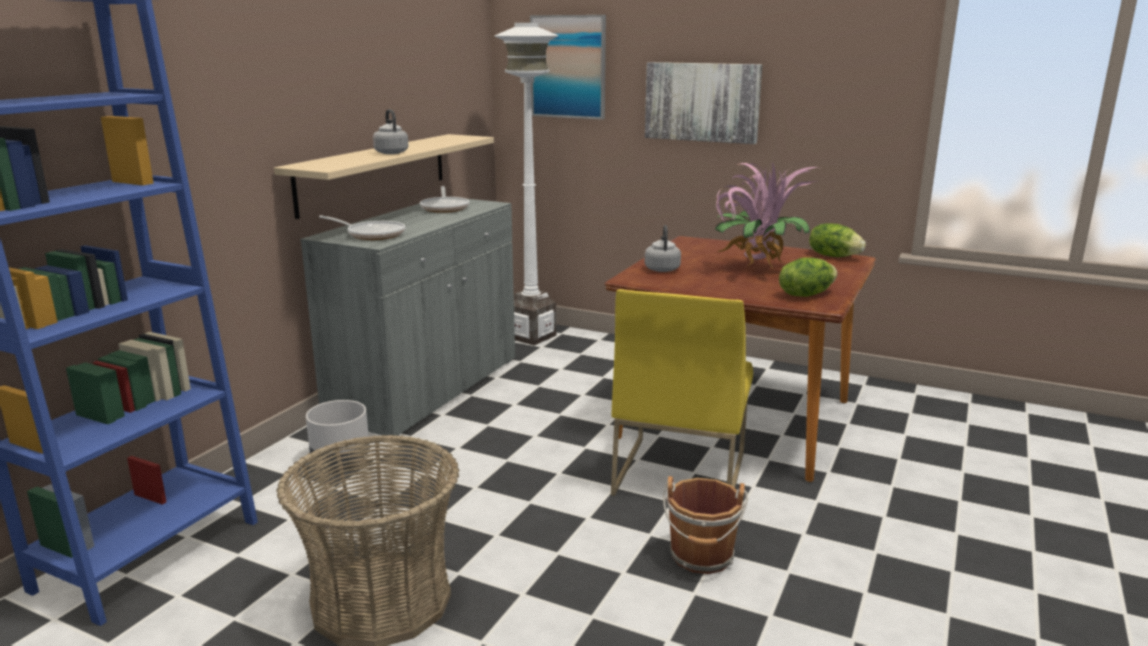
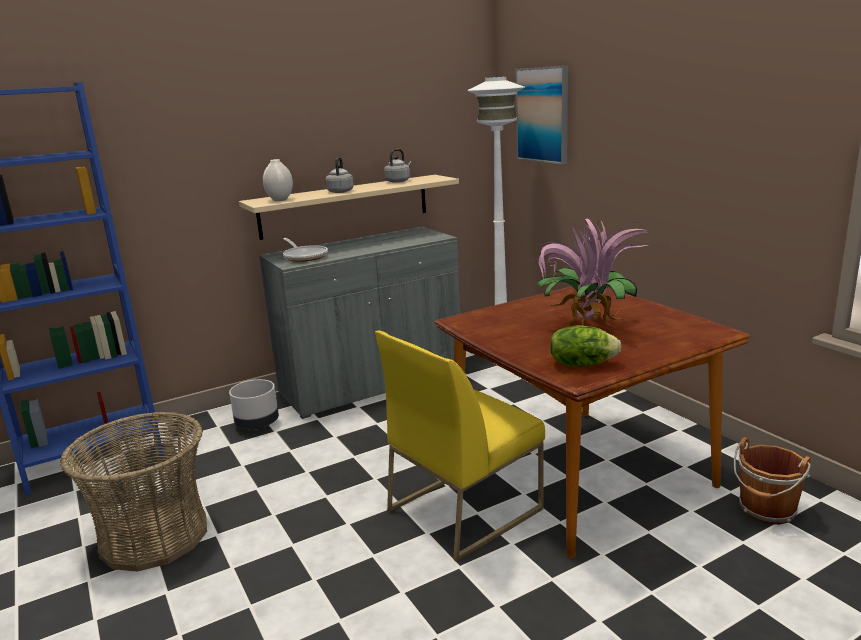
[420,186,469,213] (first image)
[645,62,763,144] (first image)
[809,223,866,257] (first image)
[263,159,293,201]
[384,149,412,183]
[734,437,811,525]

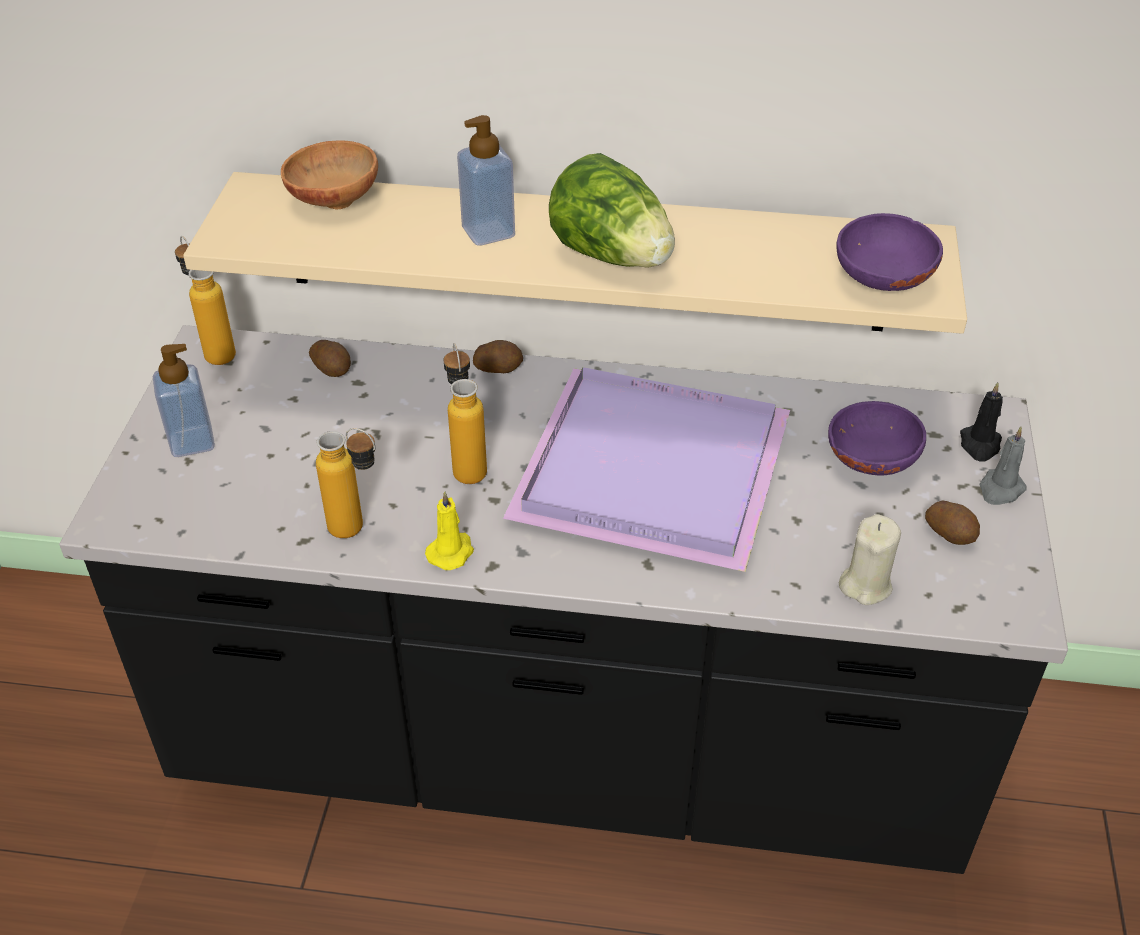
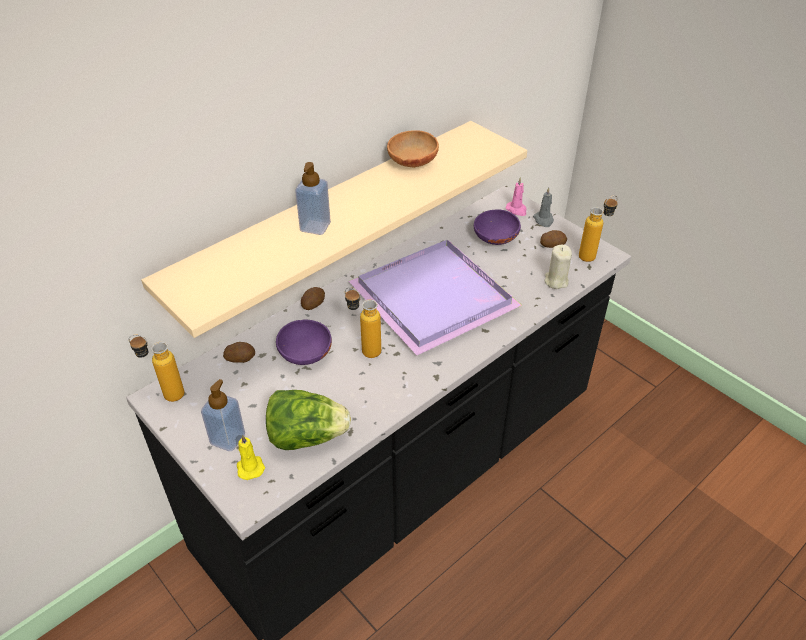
[387,130,439,168]
[579,195,618,262]
[237,435,265,480]
[266,390,351,450]
[276,320,332,365]
[505,177,527,216]

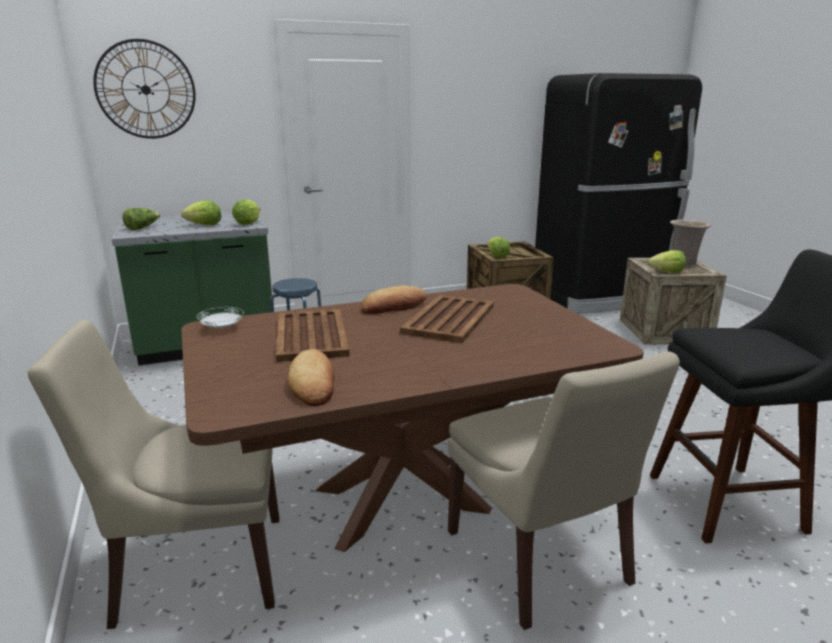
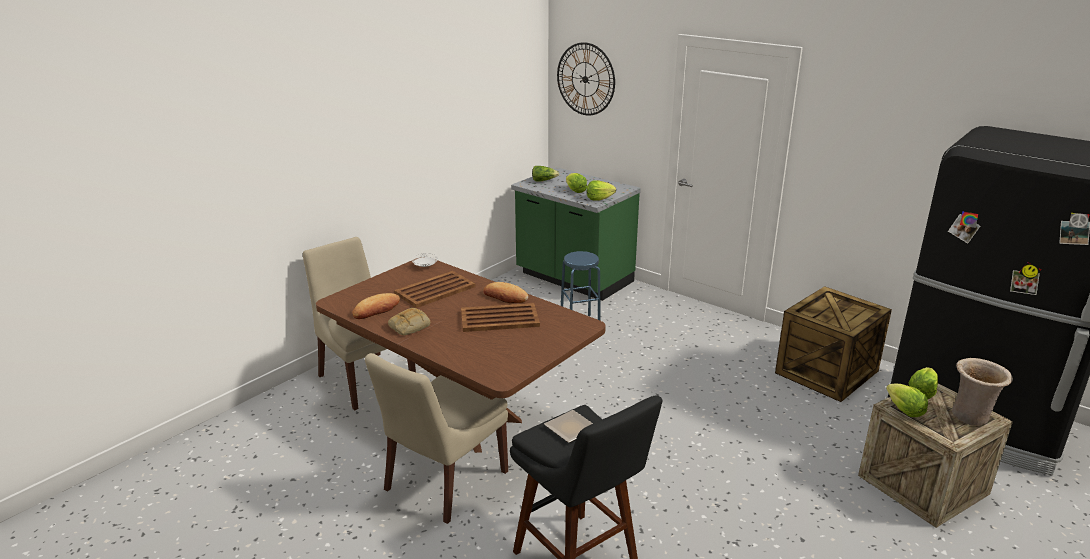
[388,308,430,335]
[544,410,593,443]
[908,367,938,399]

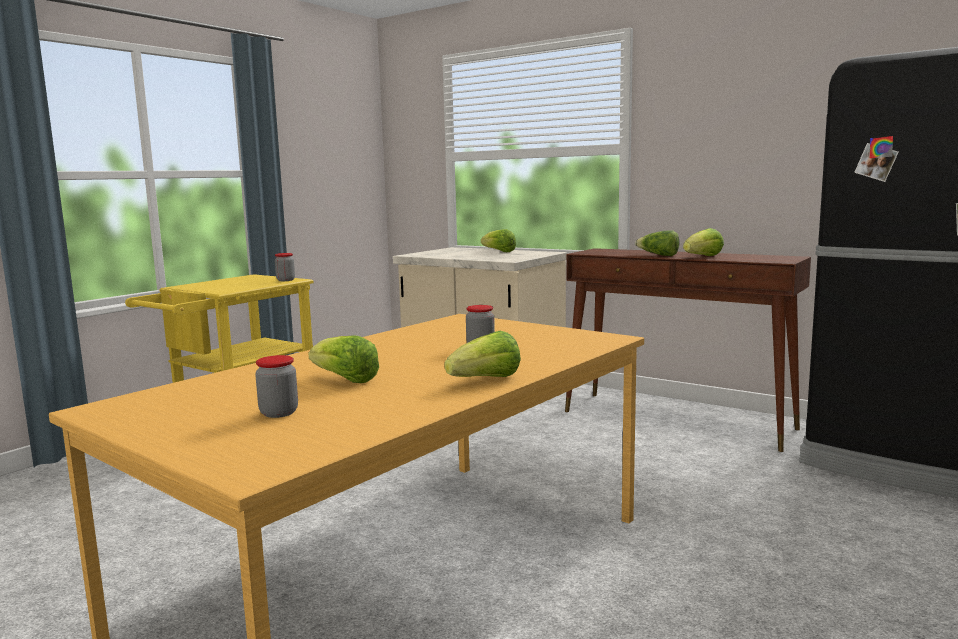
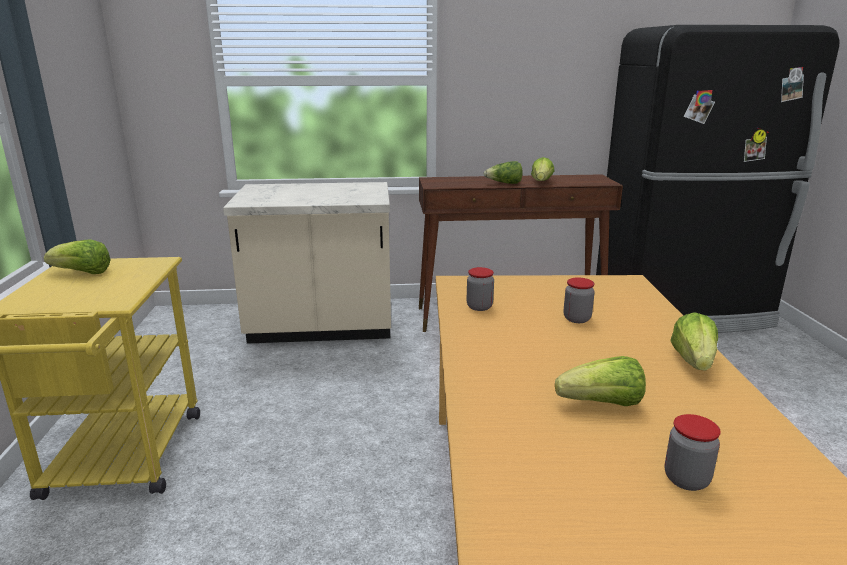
[467,267,494,311]
[44,239,111,274]

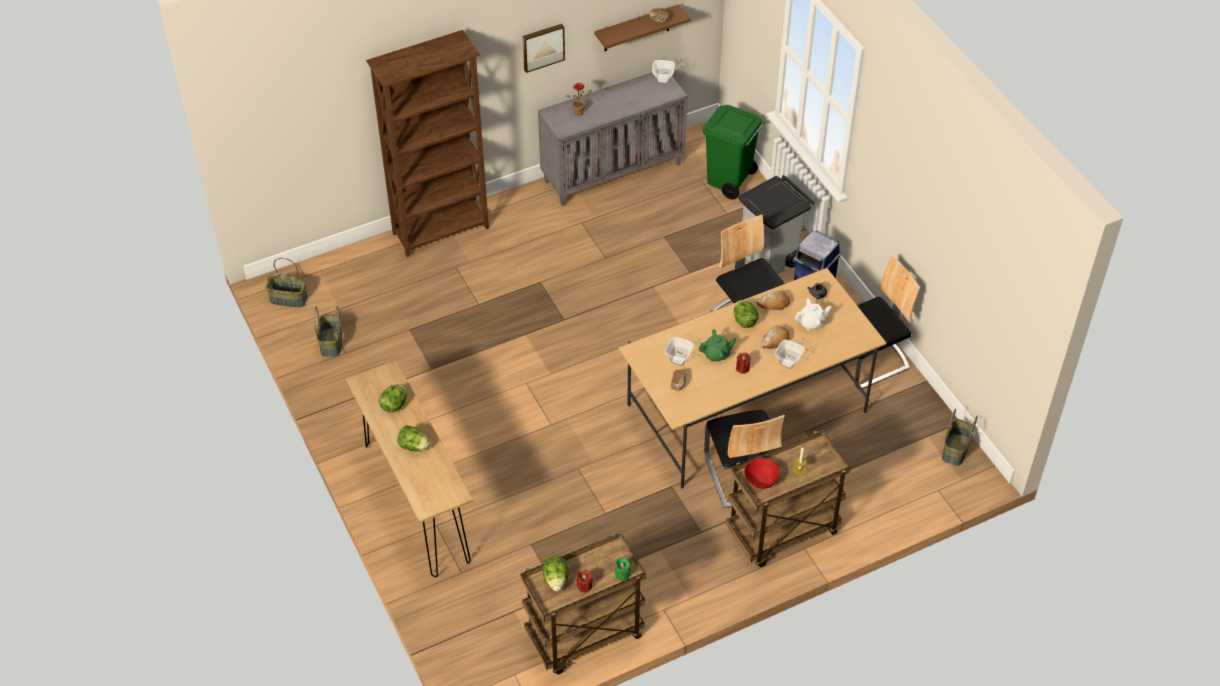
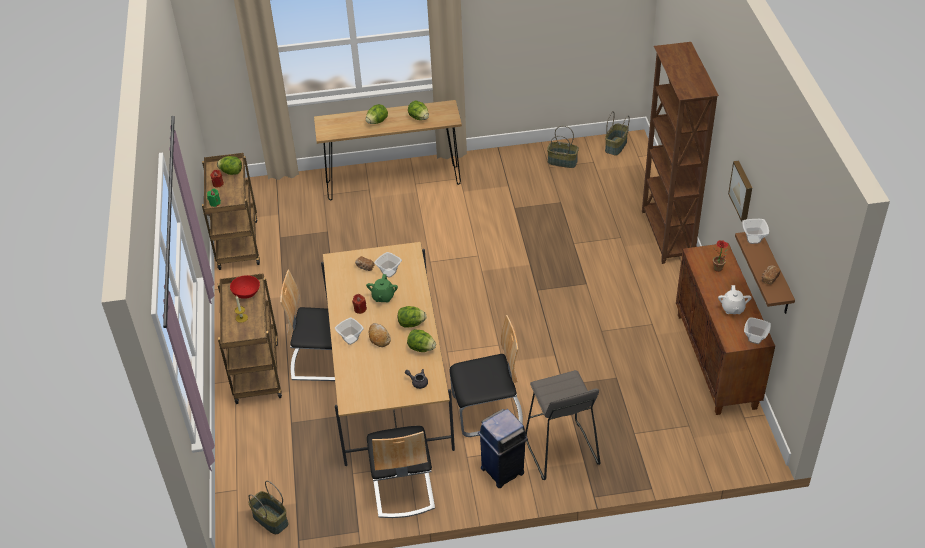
[702,105,765,200] (first image)
[742,219,769,244]
[718,285,752,314]
[525,370,600,480]
[407,329,436,352]
[676,243,775,415]

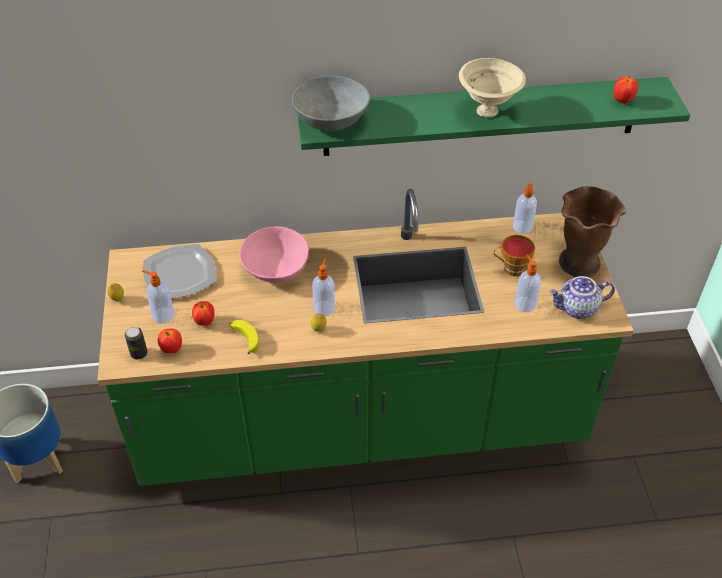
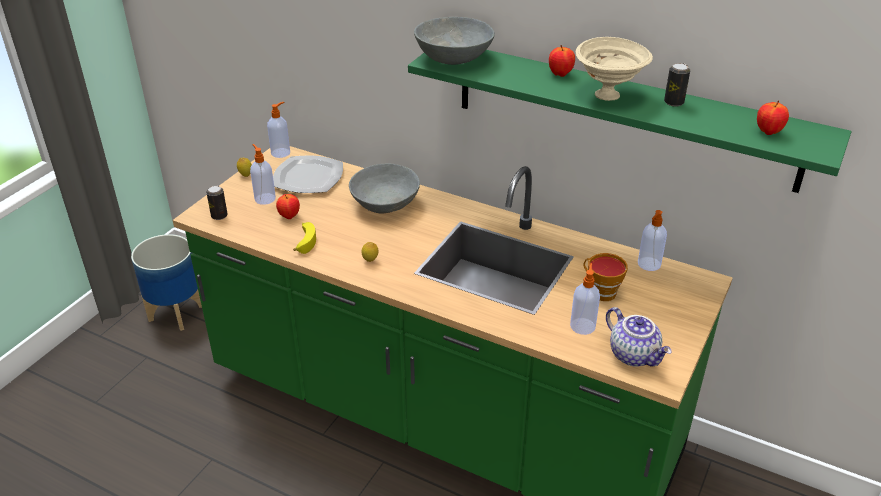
[559,186,626,277] (first image)
[664,63,690,107]
[549,45,575,77]
[267,102,290,158]
[349,164,420,213]
[606,307,672,367]

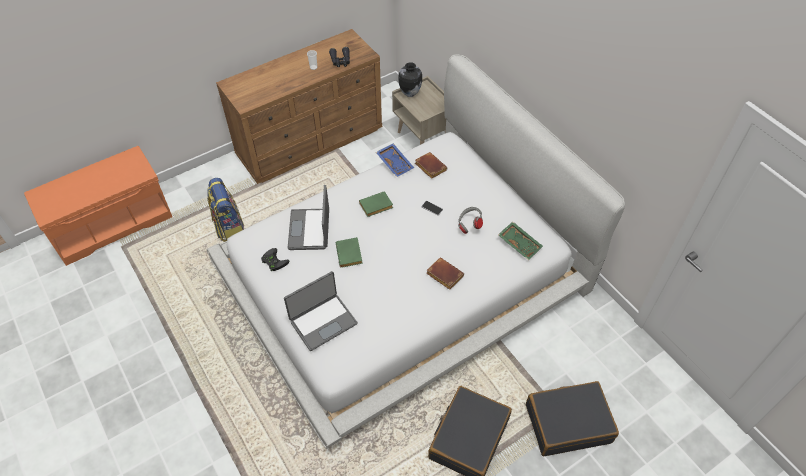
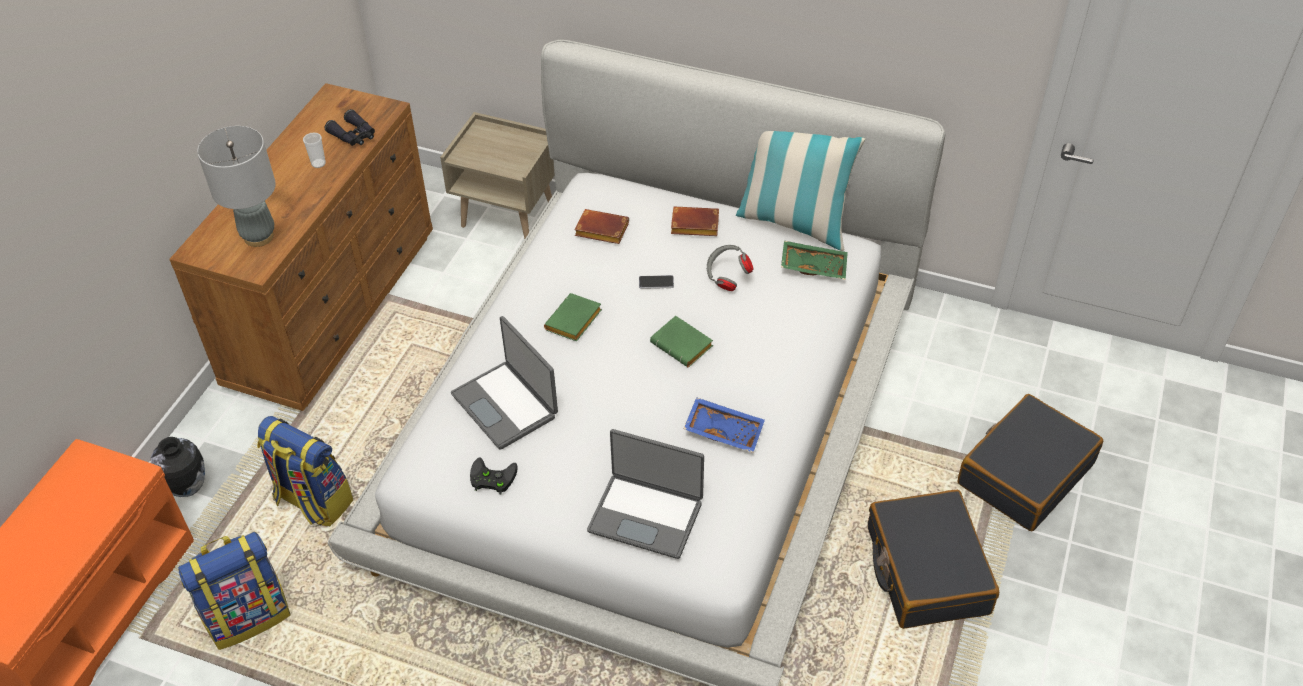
[178,532,291,650]
[197,126,276,247]
[736,131,865,251]
[650,316,713,367]
[684,397,765,453]
[151,437,205,497]
[671,207,719,236]
[587,429,704,559]

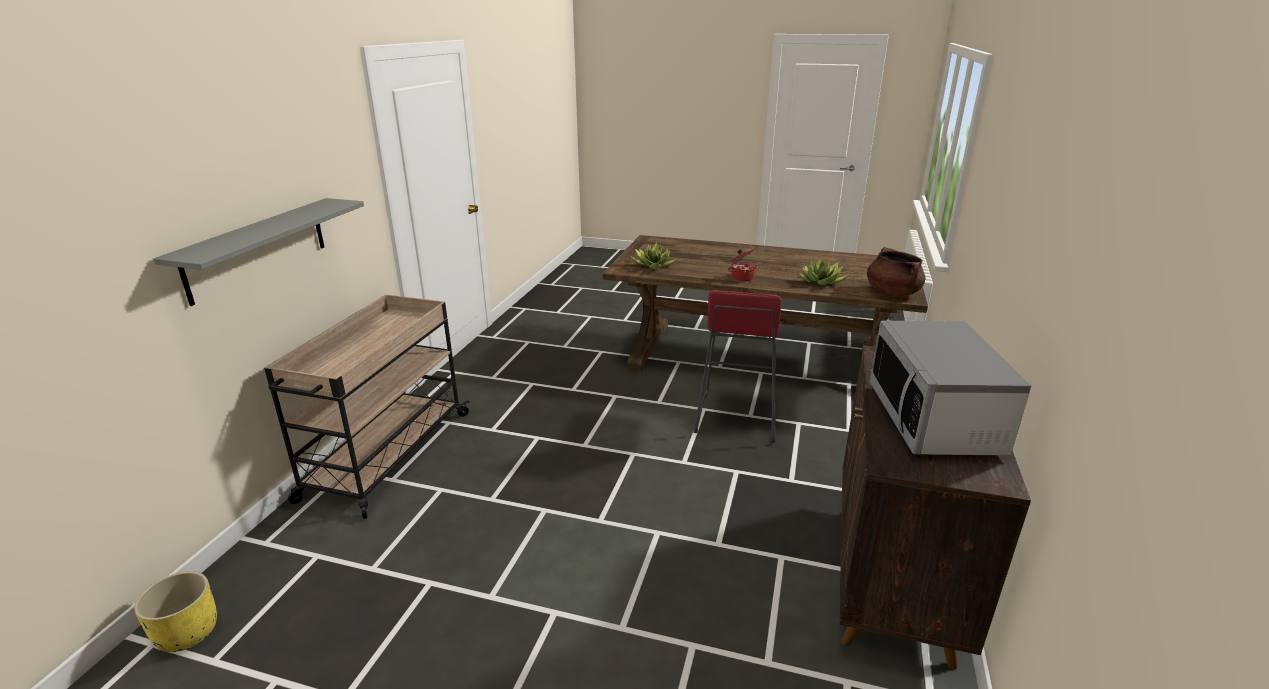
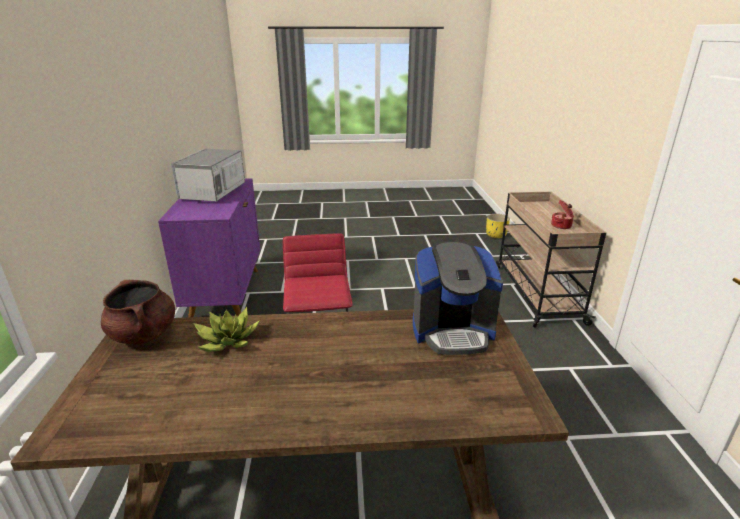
[153,198,364,306] (first image)
[551,200,574,229]
[413,241,503,355]
[158,178,260,317]
[171,149,245,202]

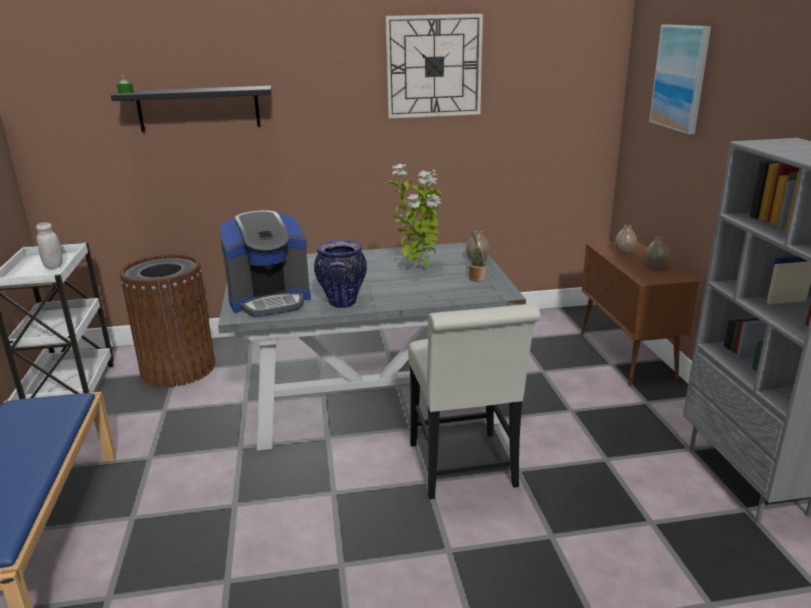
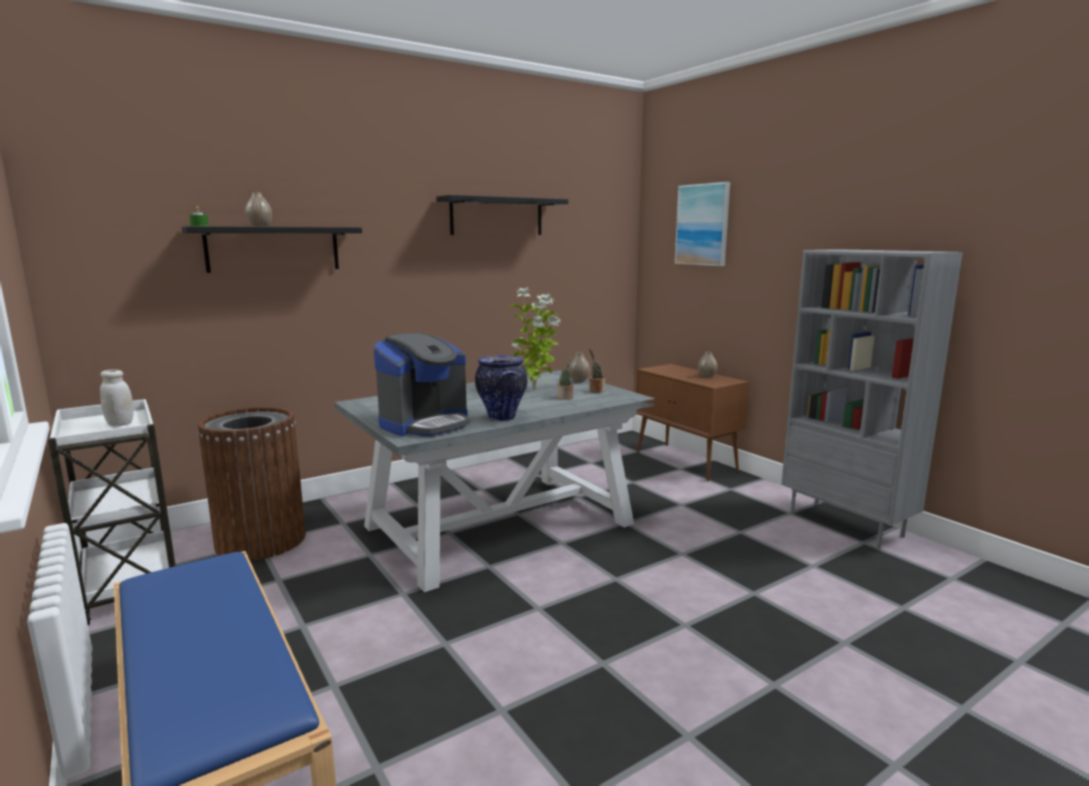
[408,304,540,499] (first image)
[557,355,574,400]
[245,193,272,227]
[437,195,568,235]

